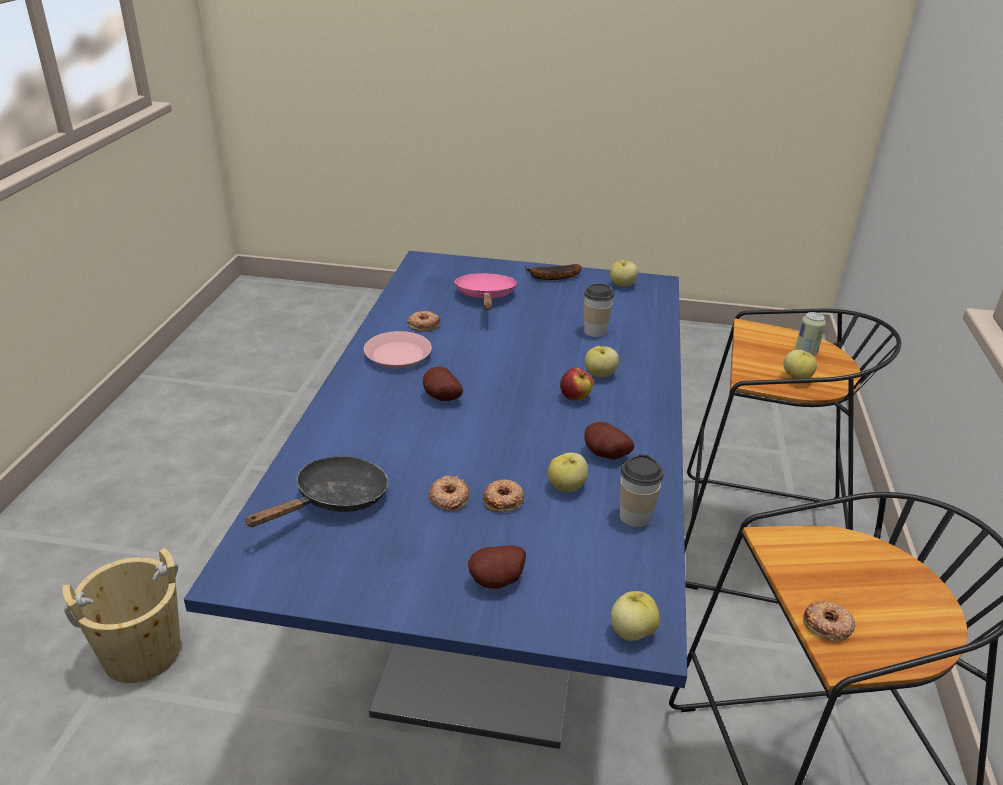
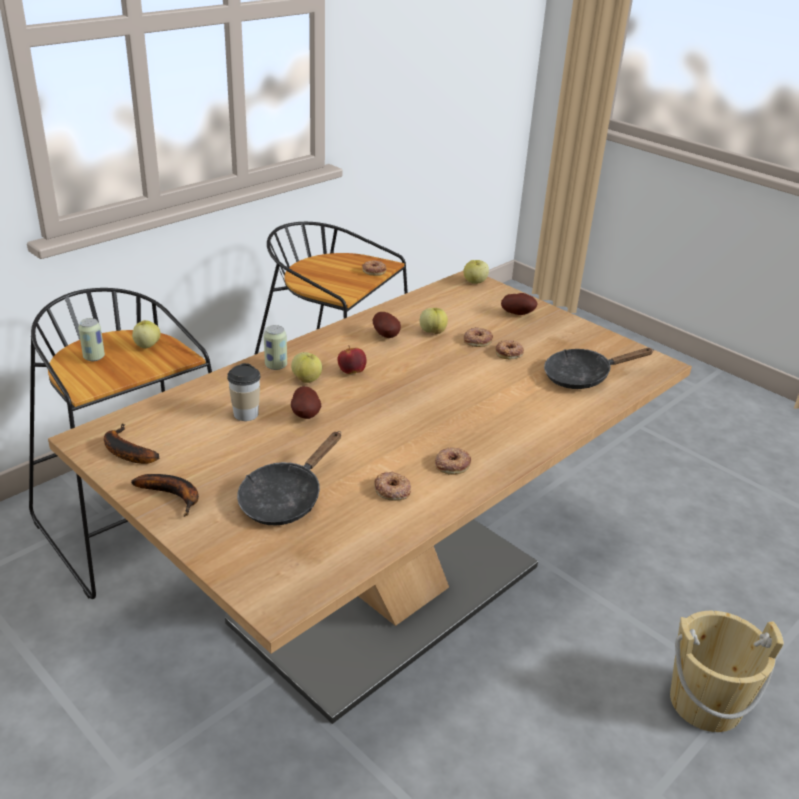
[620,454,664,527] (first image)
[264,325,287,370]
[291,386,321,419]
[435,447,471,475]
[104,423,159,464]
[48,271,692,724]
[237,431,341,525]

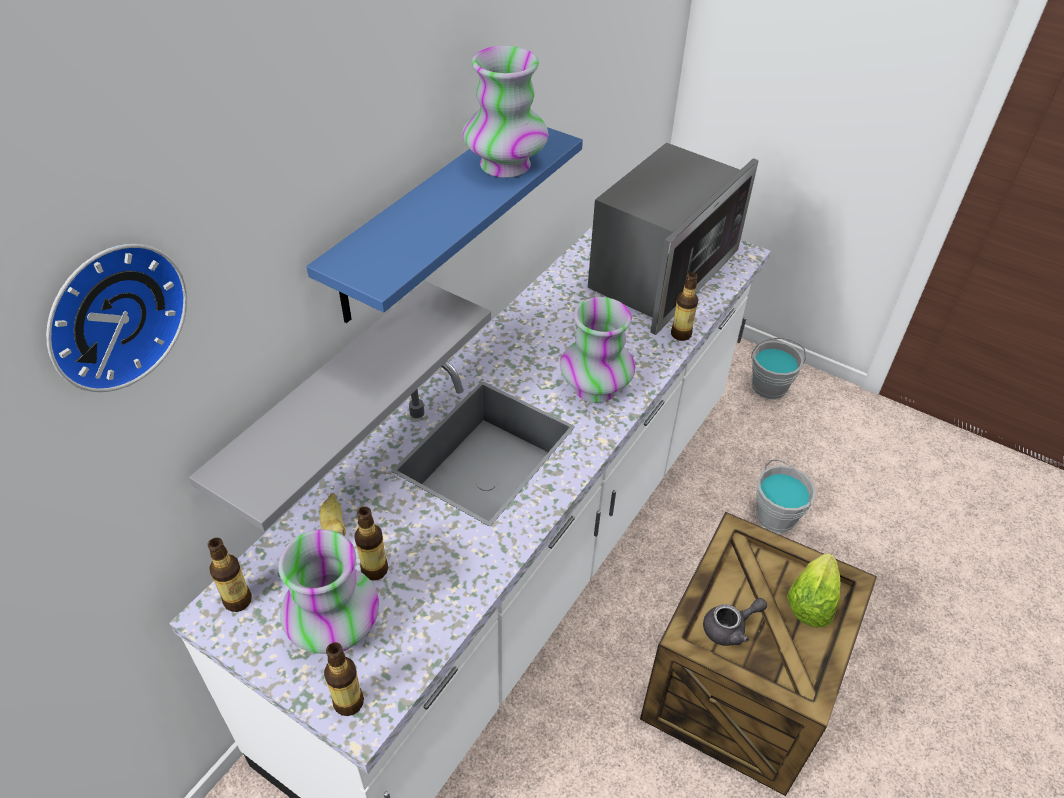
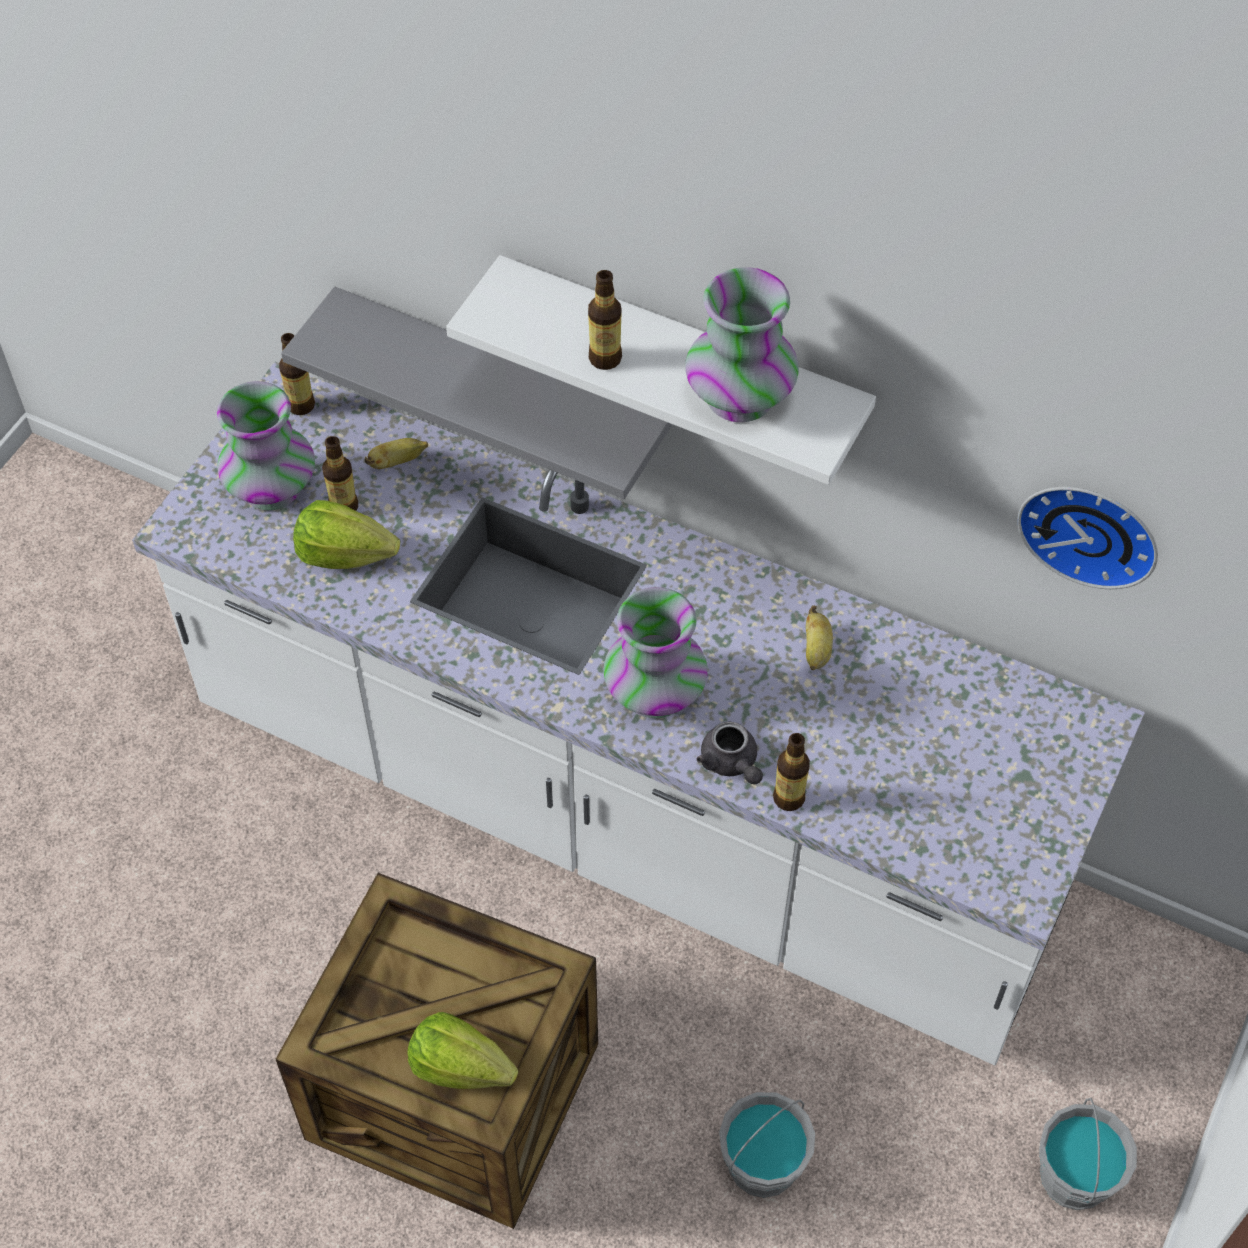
[588,142,759,335] (first image)
[293,500,400,569]
[806,605,833,670]
[1017,487,1158,589]
[588,270,622,370]
[696,722,763,784]
[446,255,876,485]

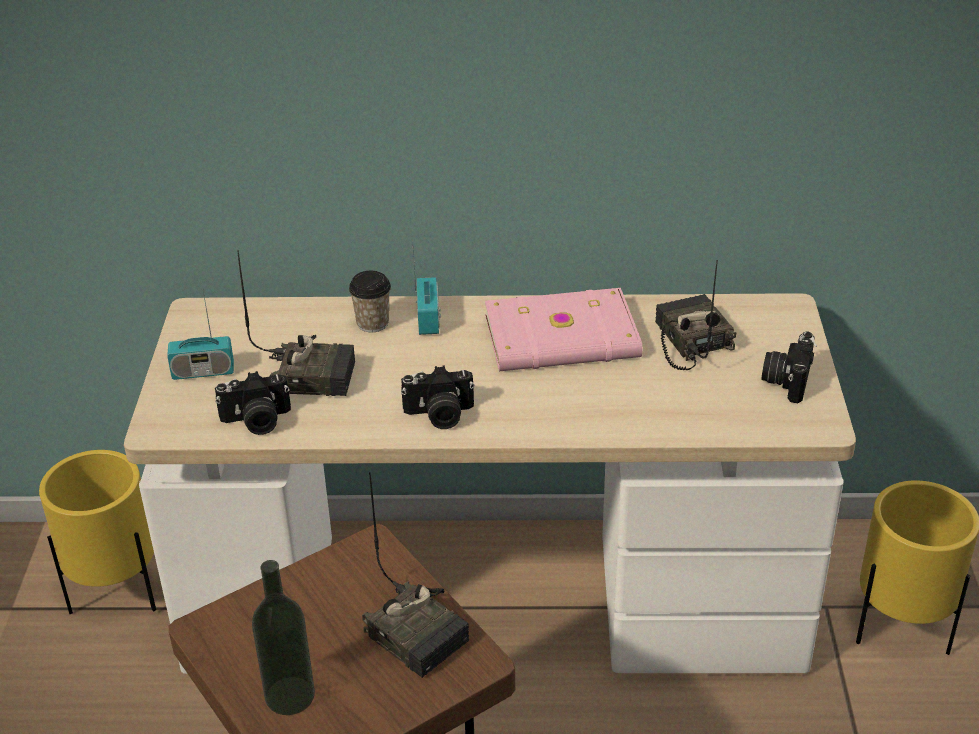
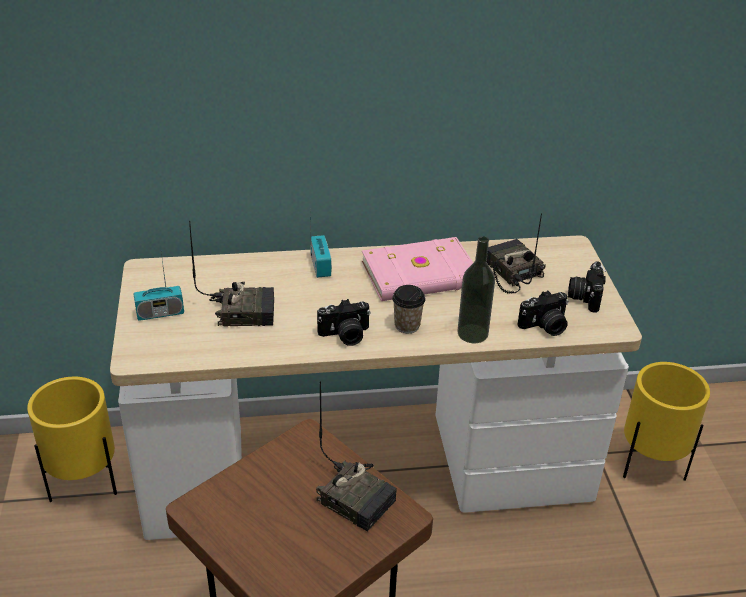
[517,290,568,336]
[457,236,495,343]
[392,285,426,333]

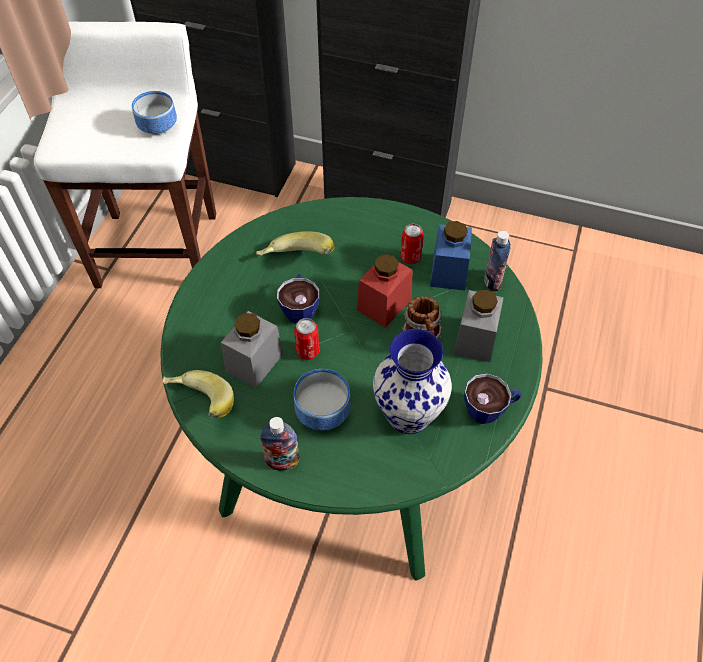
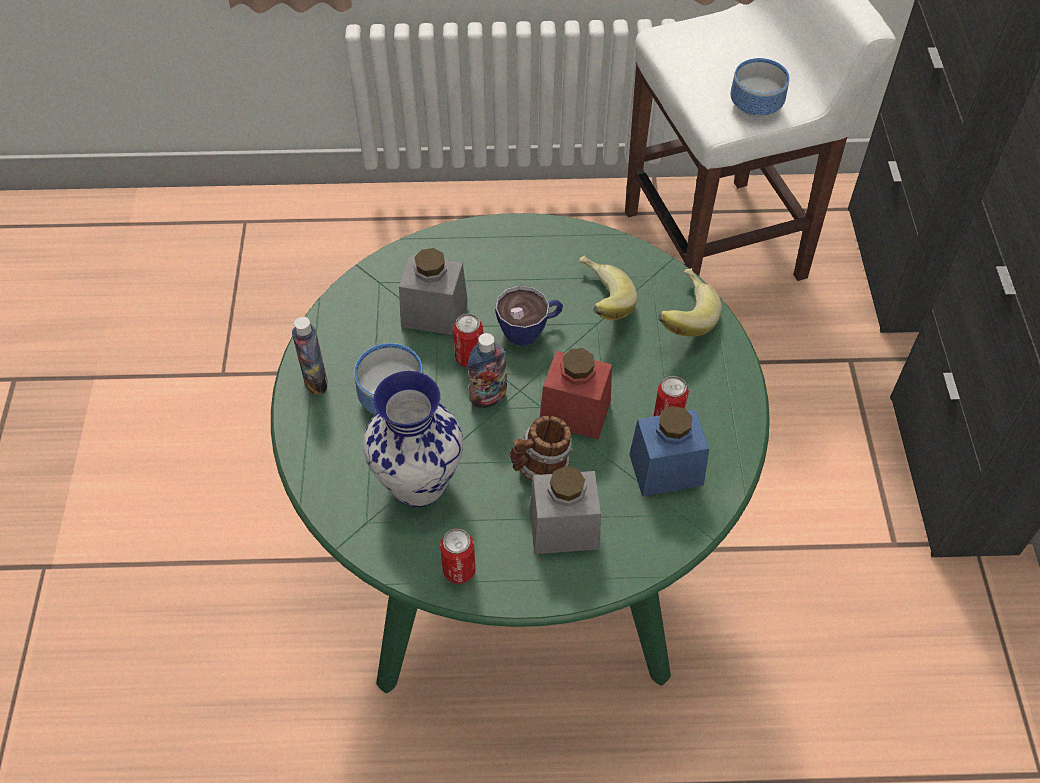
[658,268,722,336]
[467,333,507,408]
[440,529,476,584]

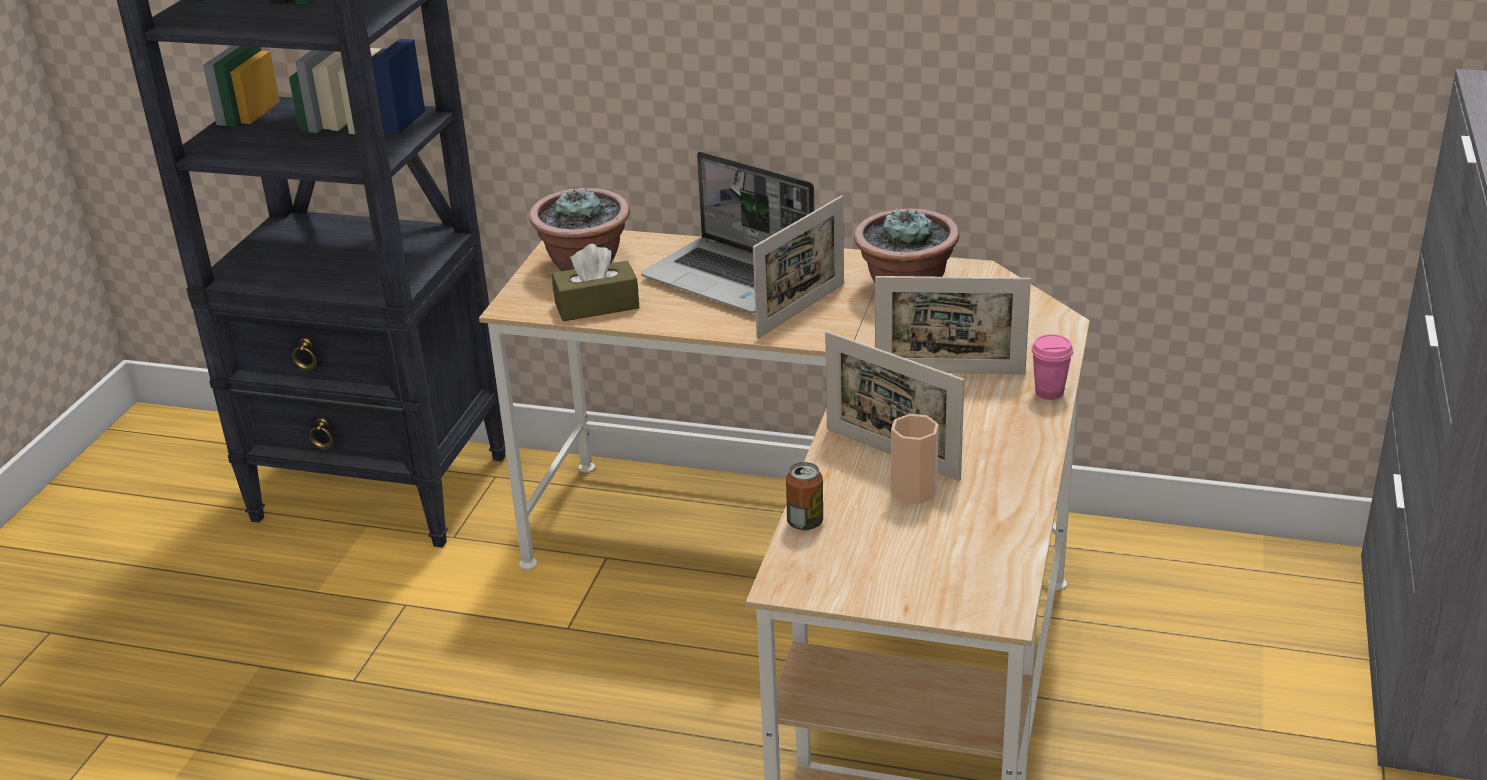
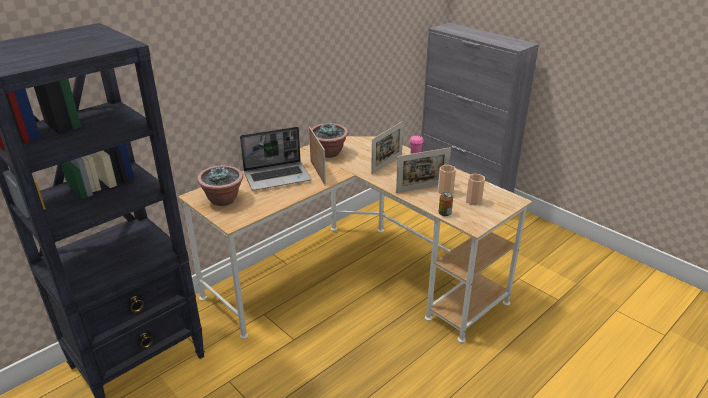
[552,244,639,321] (first image)
[466,174,485,205]

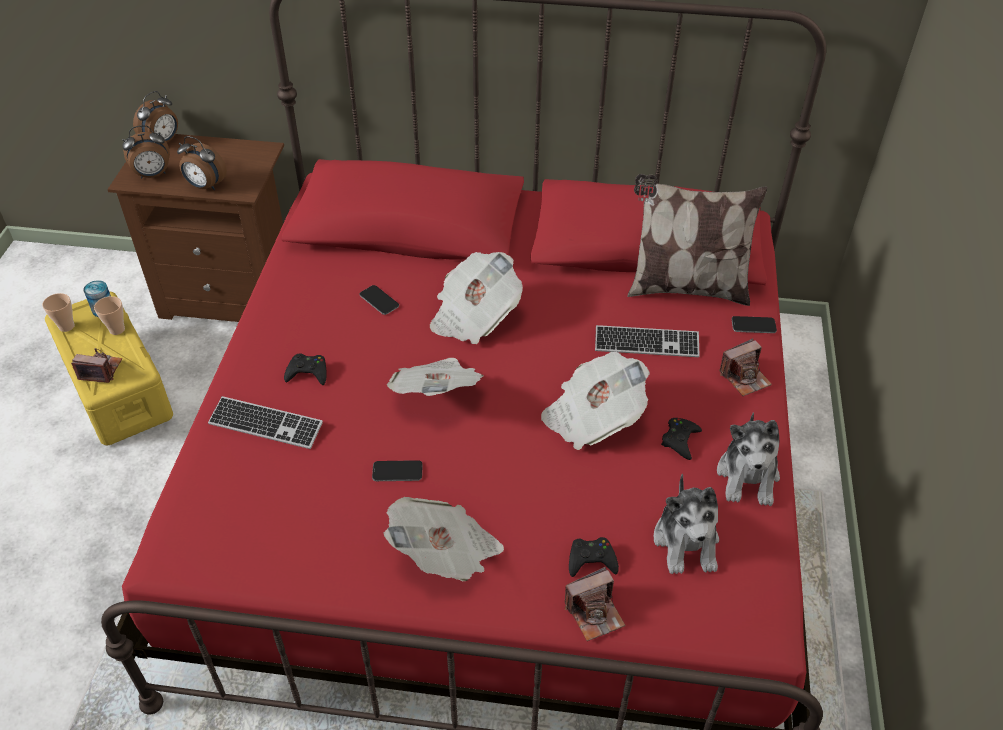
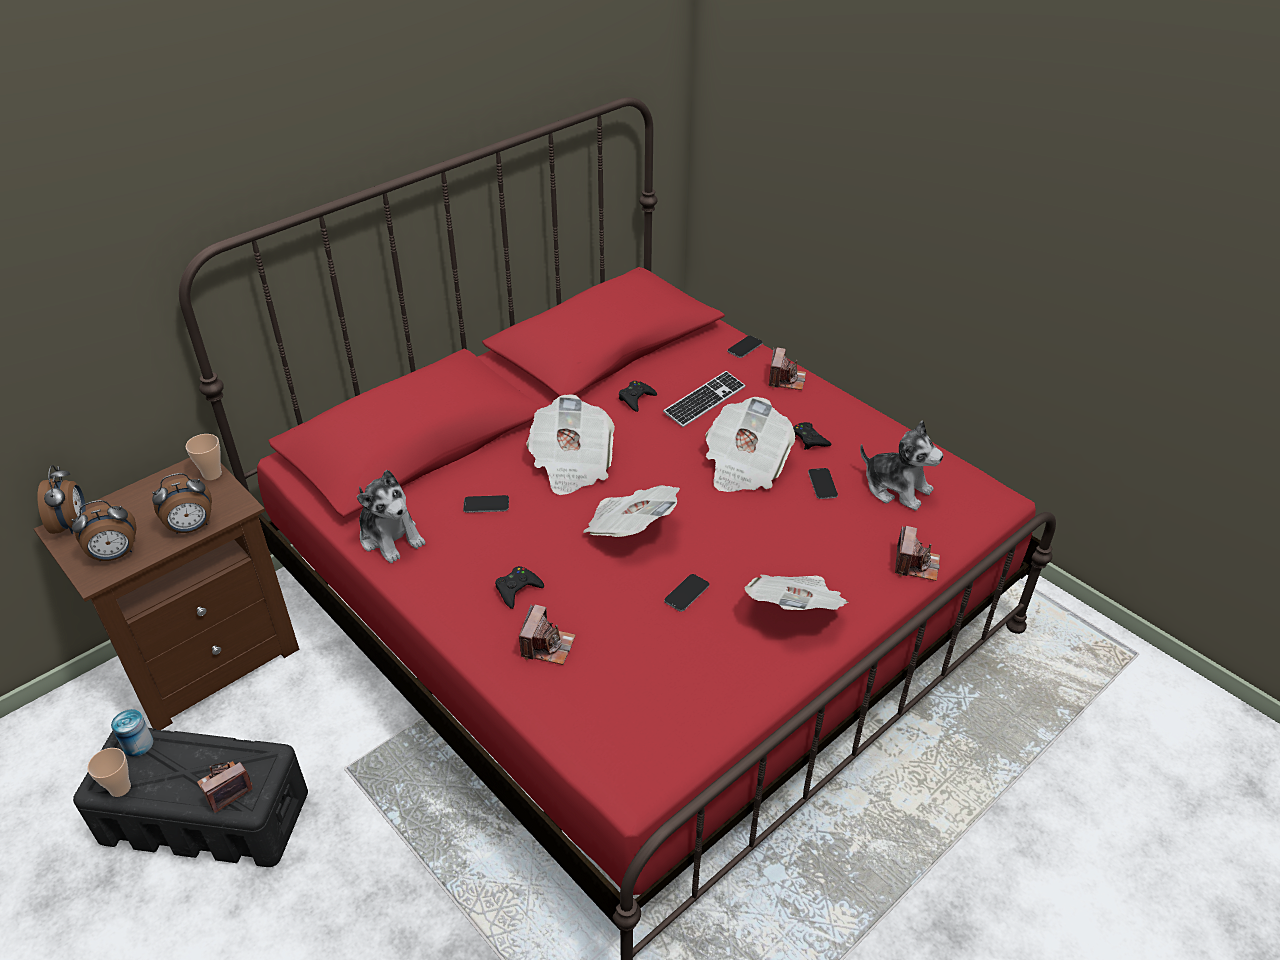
[627,174,767,306] (first image)
[808,468,838,499]
[186,434,222,480]
[619,381,657,412]
[357,470,426,563]
[519,605,576,665]
[73,728,308,867]
[71,500,137,561]

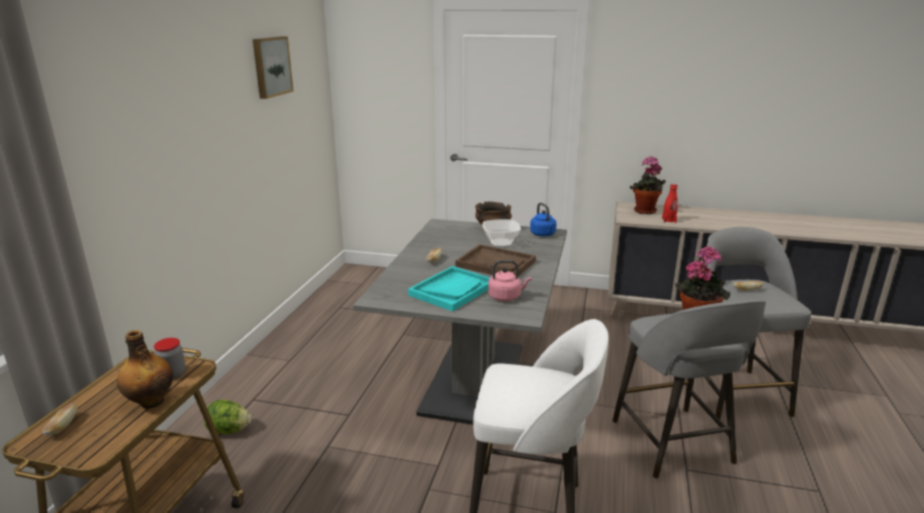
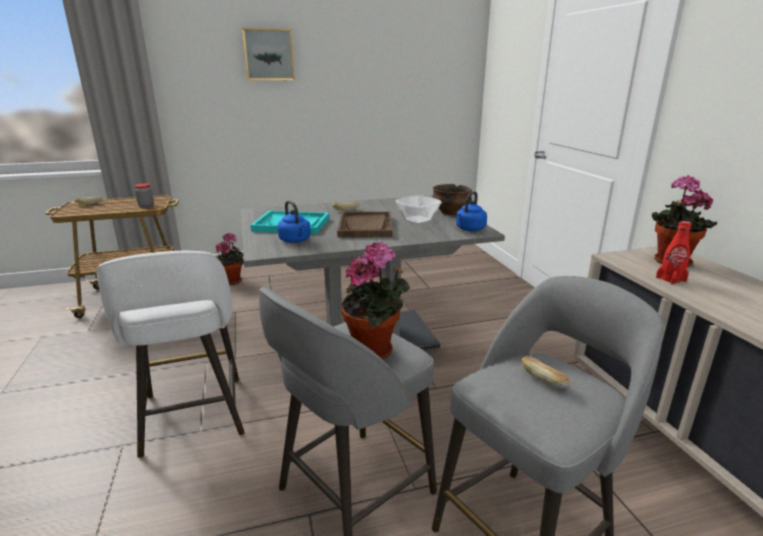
[117,330,173,409] (first image)
[242,28,295,80]
[215,232,244,285]
[277,201,311,243]

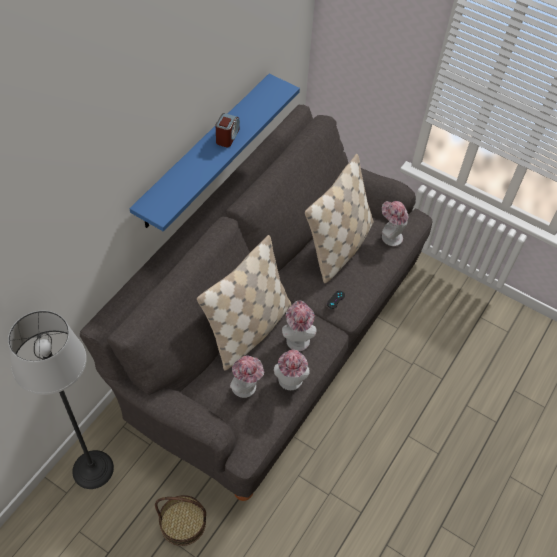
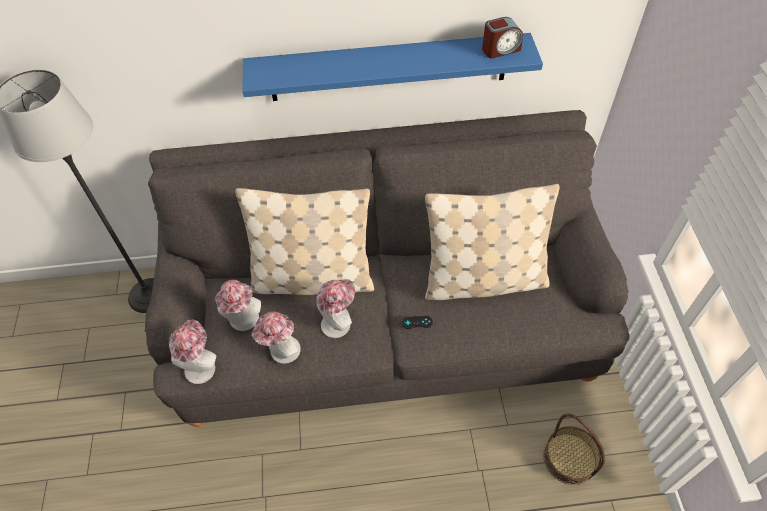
[543,413,605,485]
[482,17,523,58]
[169,320,216,384]

